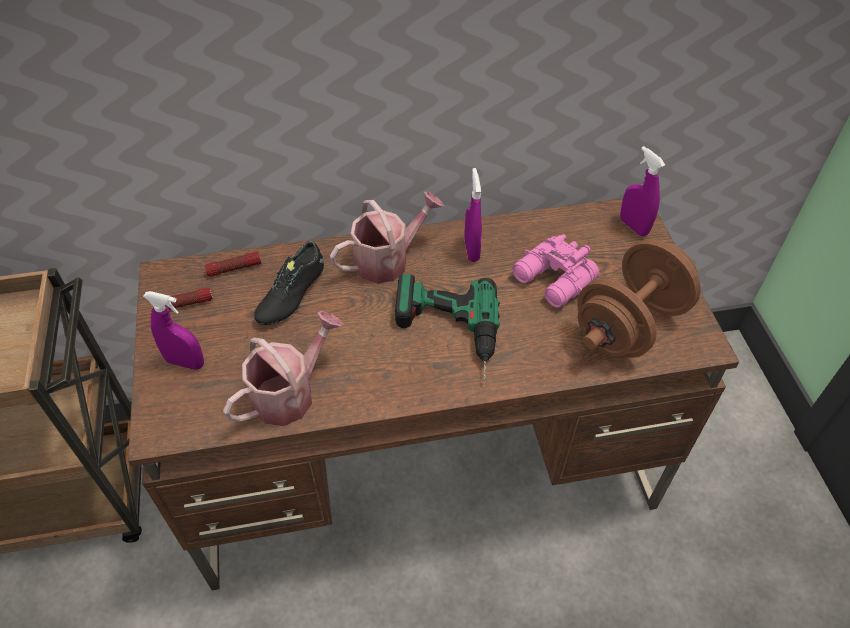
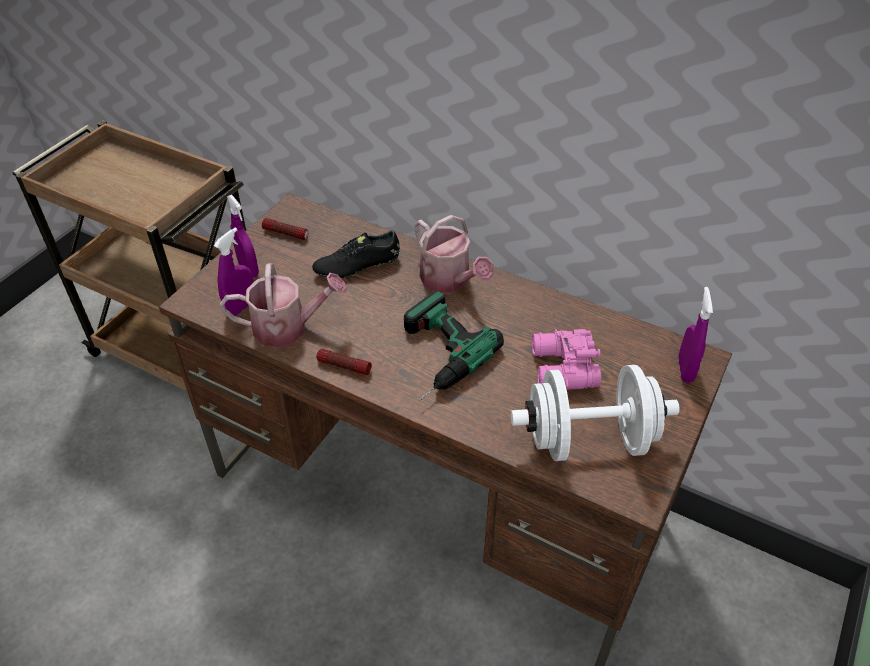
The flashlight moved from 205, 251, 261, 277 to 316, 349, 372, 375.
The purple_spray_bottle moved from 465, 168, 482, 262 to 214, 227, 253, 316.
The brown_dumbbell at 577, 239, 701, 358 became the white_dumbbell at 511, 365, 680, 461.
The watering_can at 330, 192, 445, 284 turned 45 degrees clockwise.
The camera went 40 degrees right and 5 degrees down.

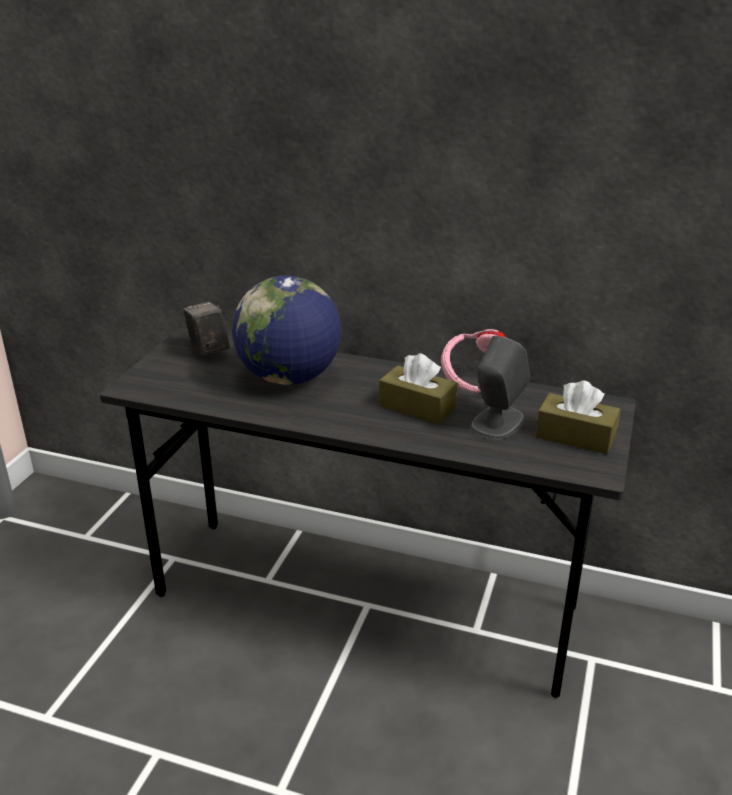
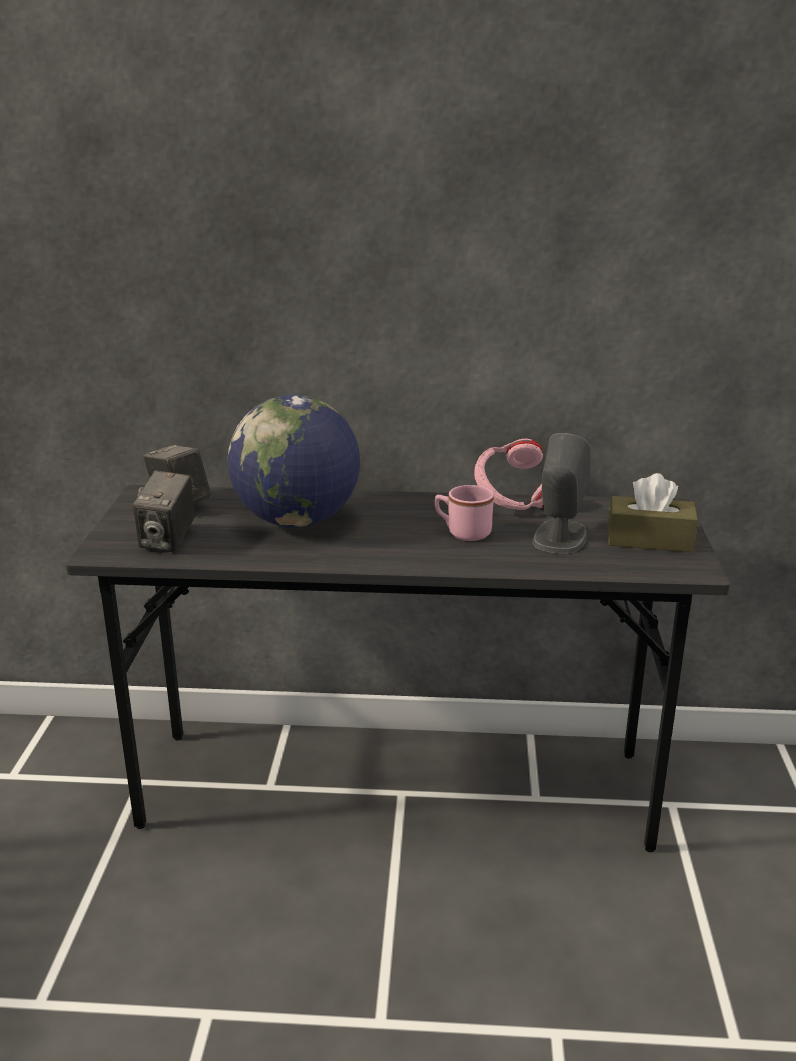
The photo_camera at 133, 470, 195, 552 appeared.
The brown_tissue_box at 379, 353, 457, 424 was replaced by the pink_mug at 435, 485, 494, 541.
The camera went 15 degrees left and 5 degrees down.

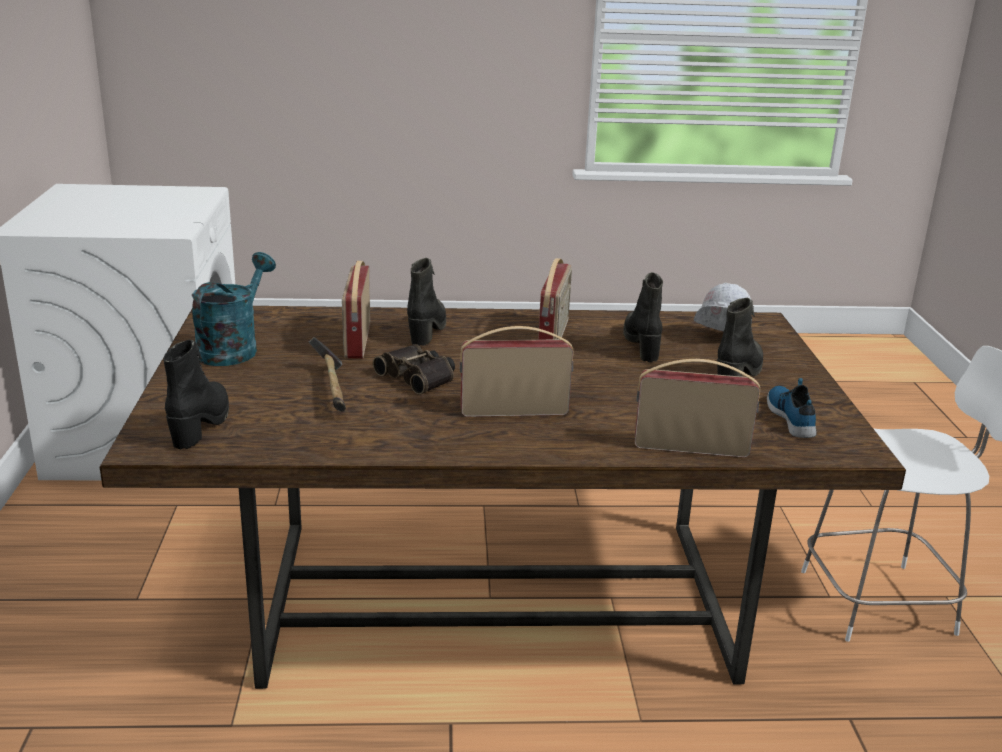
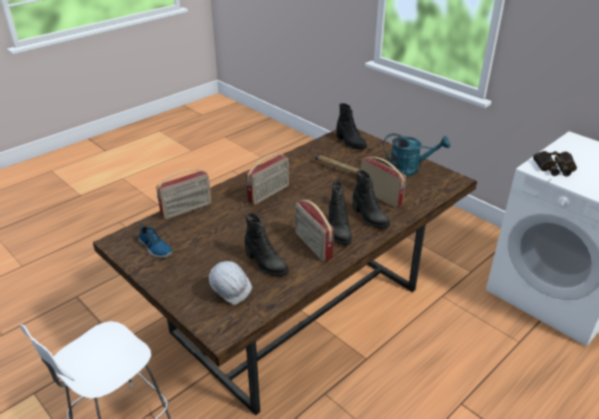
The binoculars moved from 373, 344, 455, 394 to 533, 151, 577, 176.
The black_boot moved from 717, 298, 763, 377 to 329, 181, 352, 245.
The turquoise_watering_can at 191, 252, 276, 366 turned 60 degrees counterclockwise.
The camera went 140 degrees right and 10 degrees up.

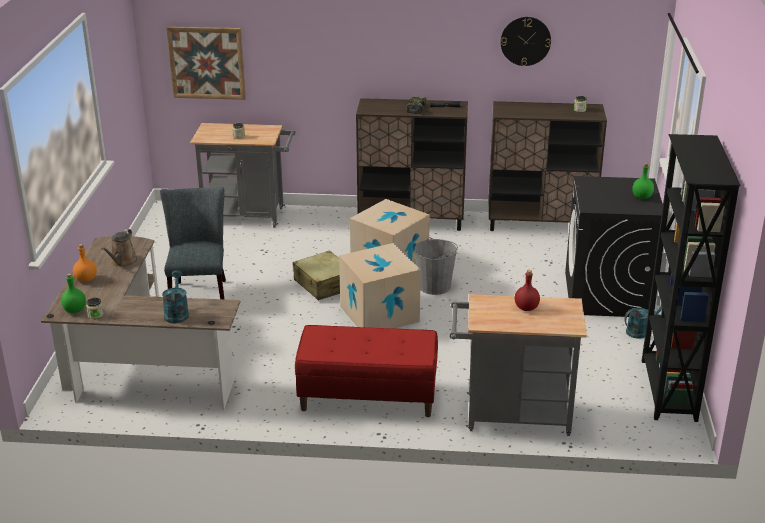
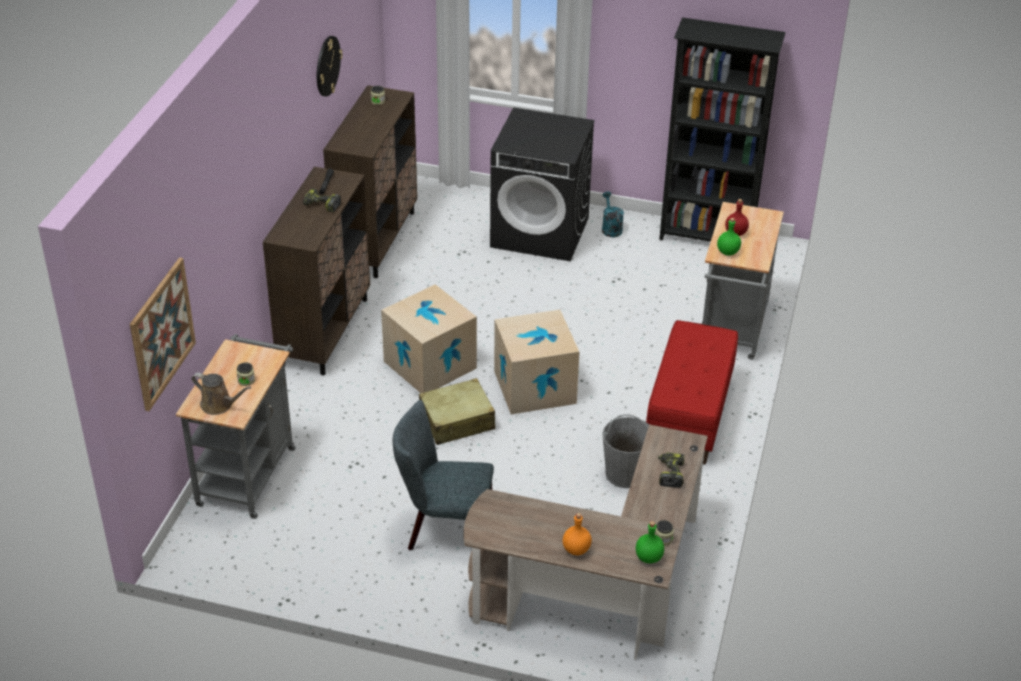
The brown_watering_can moved from 101, 229, 138, 267 to 192, 373, 251, 415.
The grey_bucket moved from 414, 237, 458, 295 to 602, 414, 649, 488.
The green_bottle moved from 632, 163, 654, 199 to 717, 218, 741, 256.
The turquoise_watering_can at 162, 271, 189, 324 was replaced by the power_drill at 658, 452, 684, 488.
The camera went 80 degrees left and 10 degrees up.

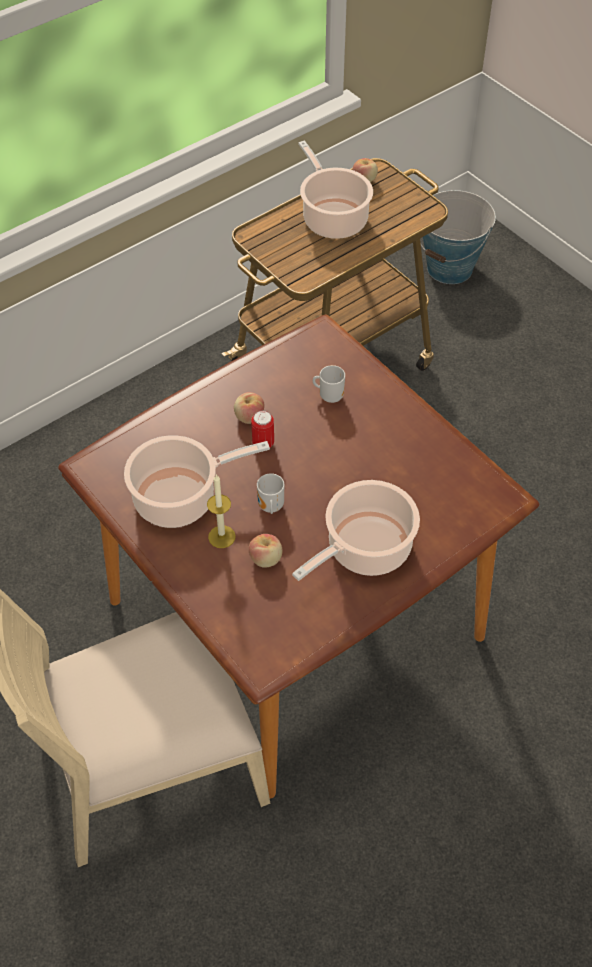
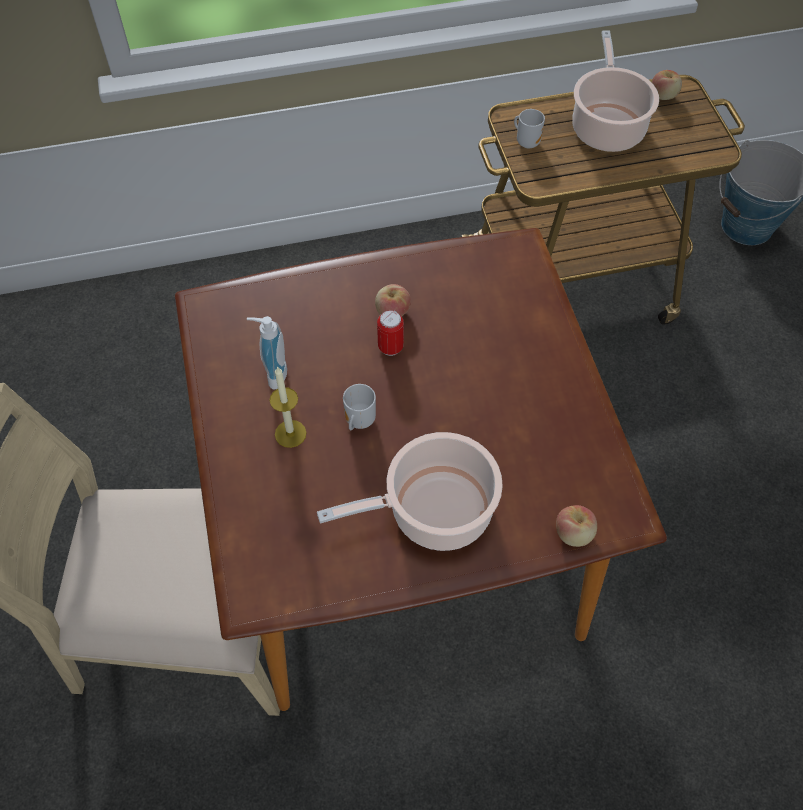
The apple moved from 249, 534, 283, 568 to 556, 505, 597, 547.
The mug moved from 313, 365, 345, 403 to 514, 109, 545, 149.
The cooking_pot at 124, 435, 270, 528 was replaced by the soap_dispenser at 247, 316, 287, 390.
The camera went 25 degrees right and 5 degrees up.

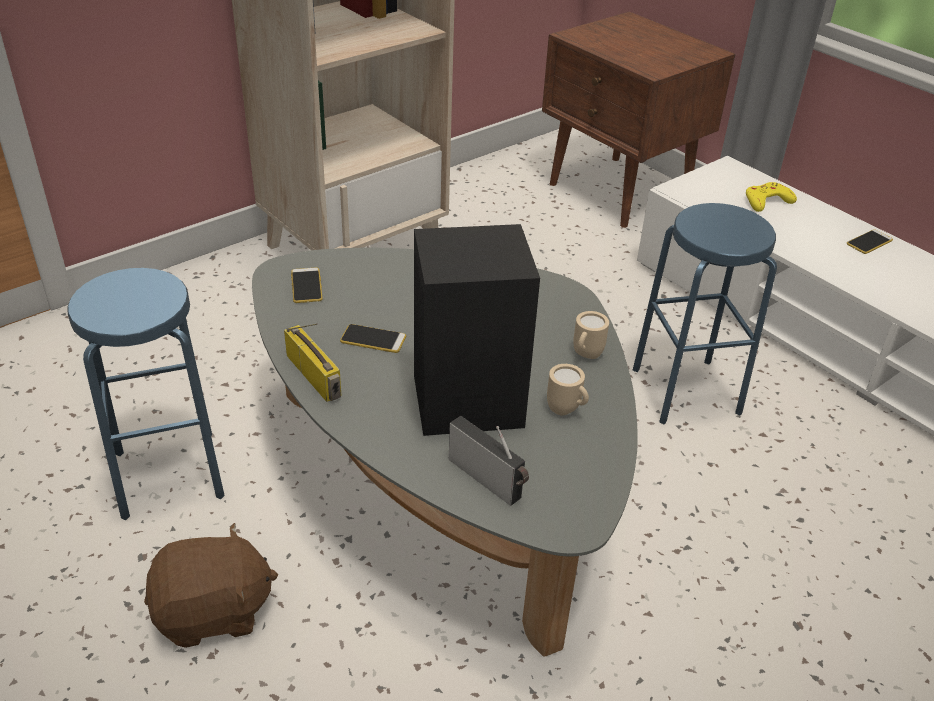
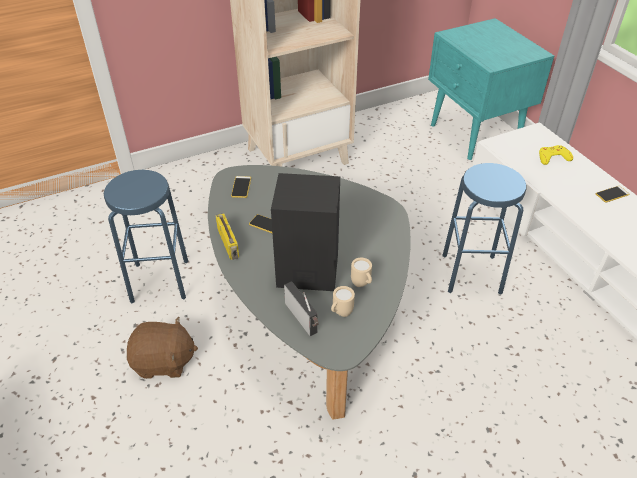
The beige_mug moved from 573, 311, 609, 359 to 331, 286, 355, 317.
The brown_nightstand at 542, 11, 735, 228 became the turquoise_nightstand at 428, 18, 554, 160.
The camera went 15 degrees right and 5 degrees up.

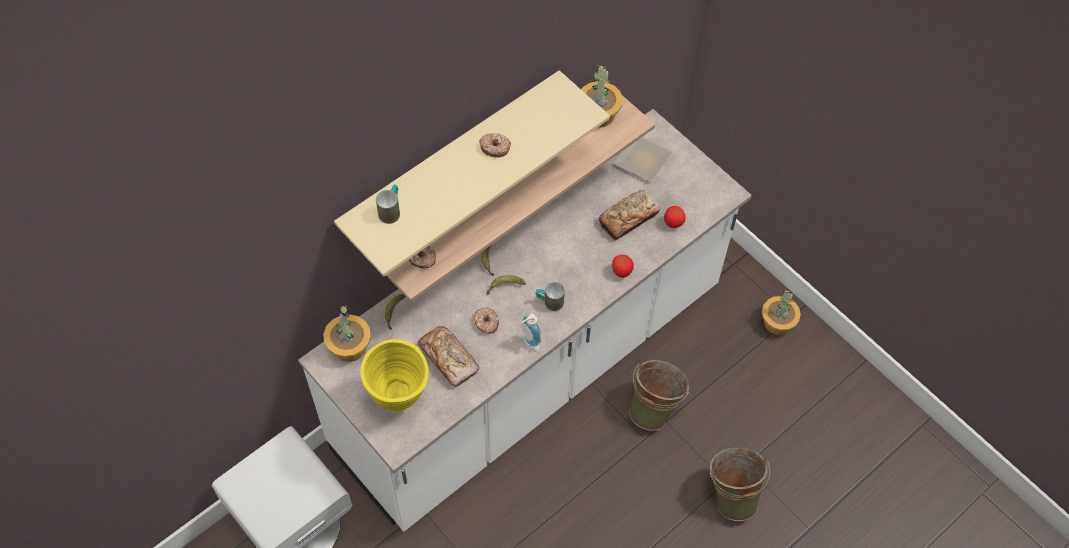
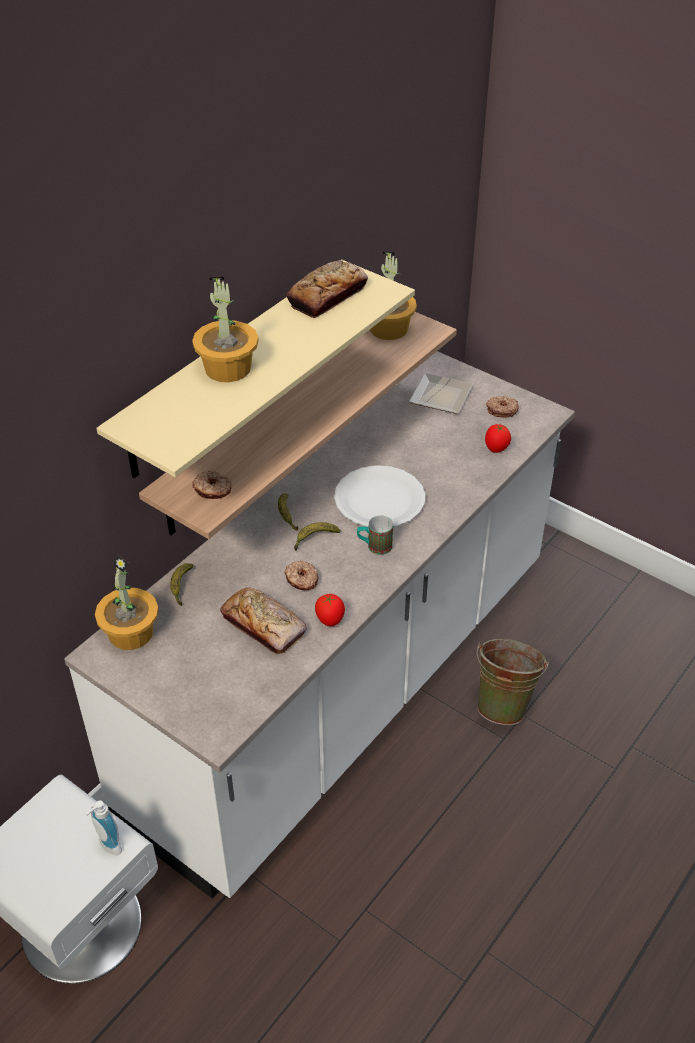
The yellow_vase at 360, 339, 429, 412 disappeared.
The mug at 376, 184, 400, 224 disappeared.
The green_bucket at 710, 447, 770, 521 disappeared.
The white_plate at 334, 465, 425, 527 appeared.
The donut moved from 479, 133, 511, 158 to 486, 396, 519, 417.
The soap_dispenser moved from 522, 314, 541, 352 to 86, 801, 122, 855.
The bread moved from 598, 190, 661, 241 to 287, 260, 368, 318.
The tomato moved from 612, 255, 634, 278 to 315, 594, 345, 626.
The potted_plant moved from 762, 290, 801, 335 to 192, 277, 259, 382.
The camera went 10 degrees left and 15 degrees down.

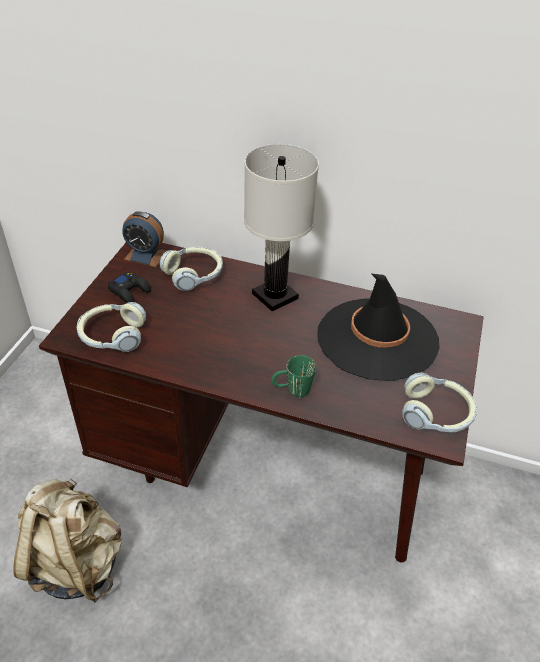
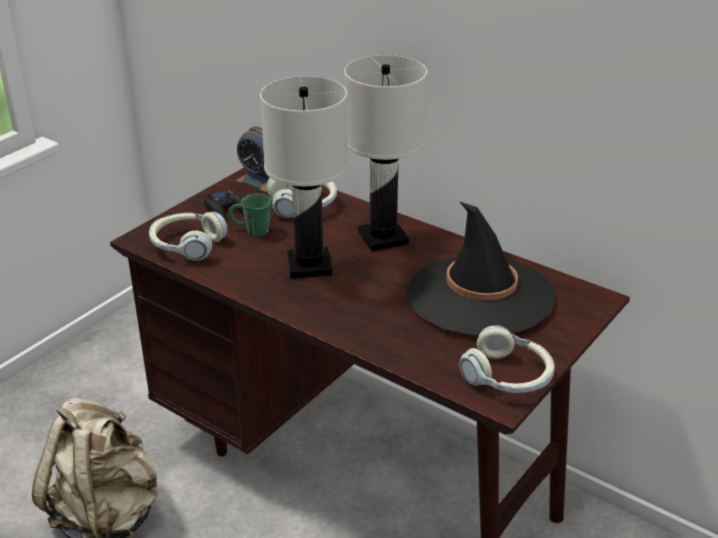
The white_table_lamp at 260, 76, 348, 279 appeared.
The green_mug moved from 271, 355, 316, 397 to 228, 194, 271, 237.
The camera went 20 degrees right and 10 degrees down.

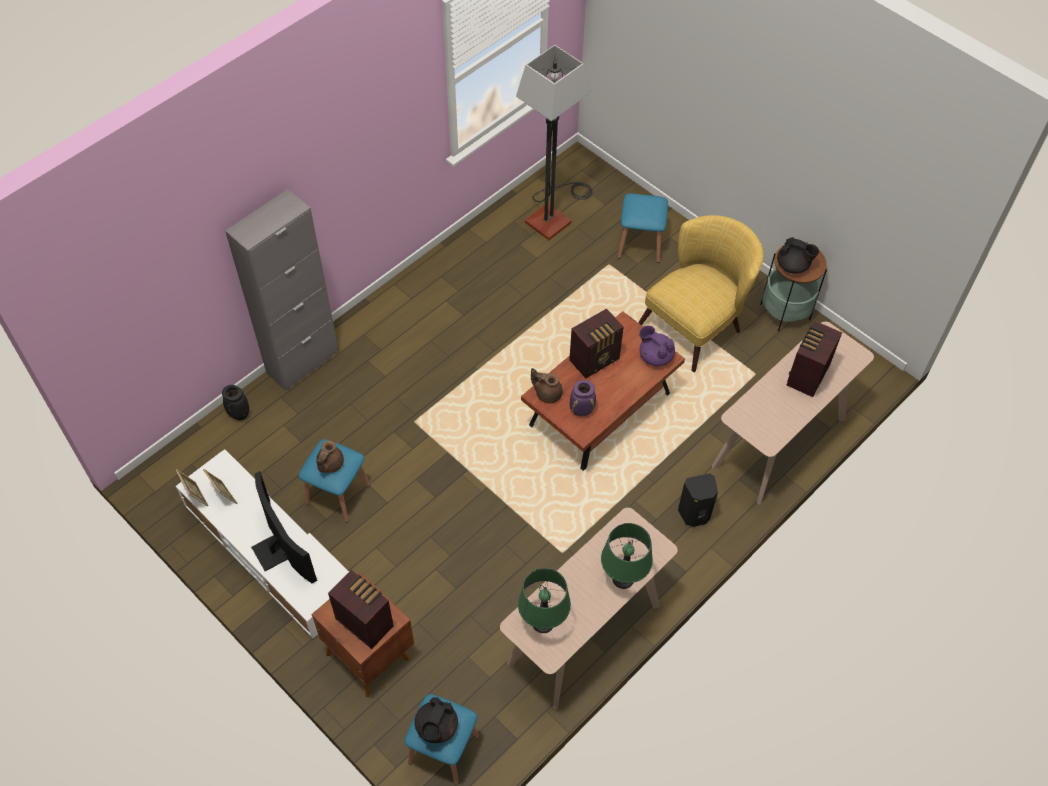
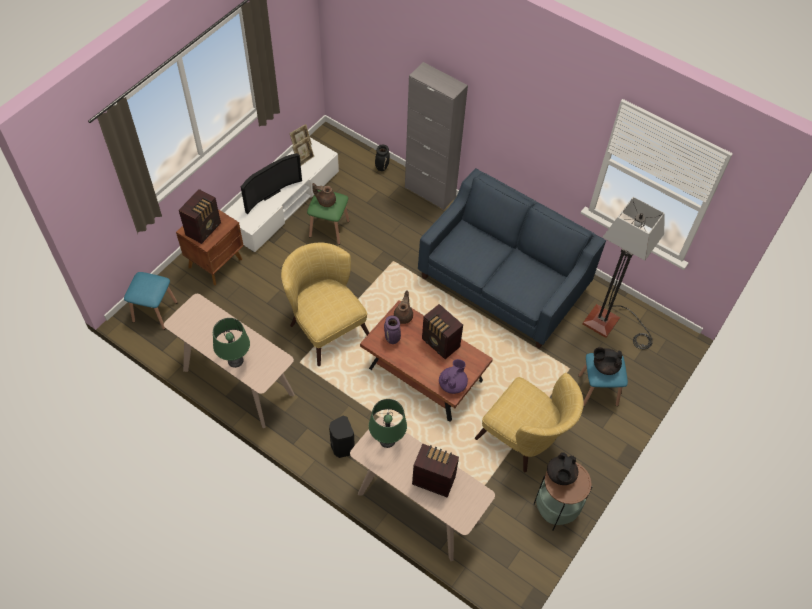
The yellow_armchair at 281, 242, 369, 366 appeared.
The blue_sofa at 418, 168, 606, 349 appeared.
The black_teapot moved from 414, 697, 458, 743 to 593, 347, 622, 375.
The green_table_lamp moved from 518, 568, 571, 633 to 369, 399, 407, 448.
The blue_stool at 299, 439, 370, 523 became the green_stool at 307, 190, 350, 245.
The camera went 80 degrees right and 0 degrees up.

